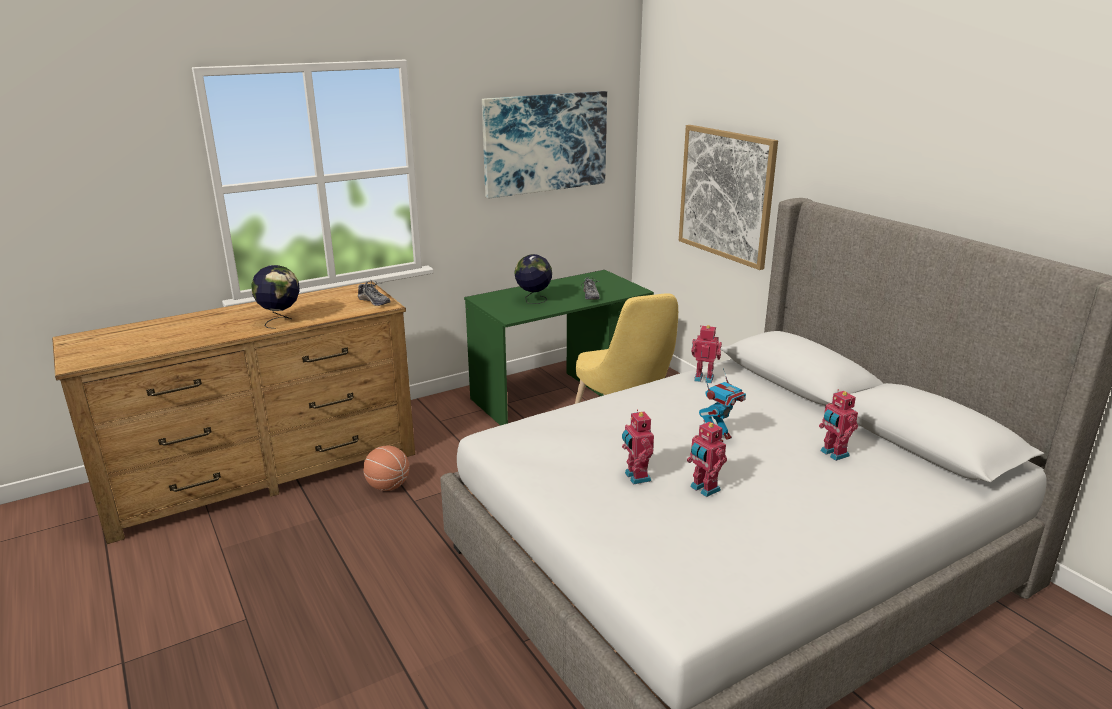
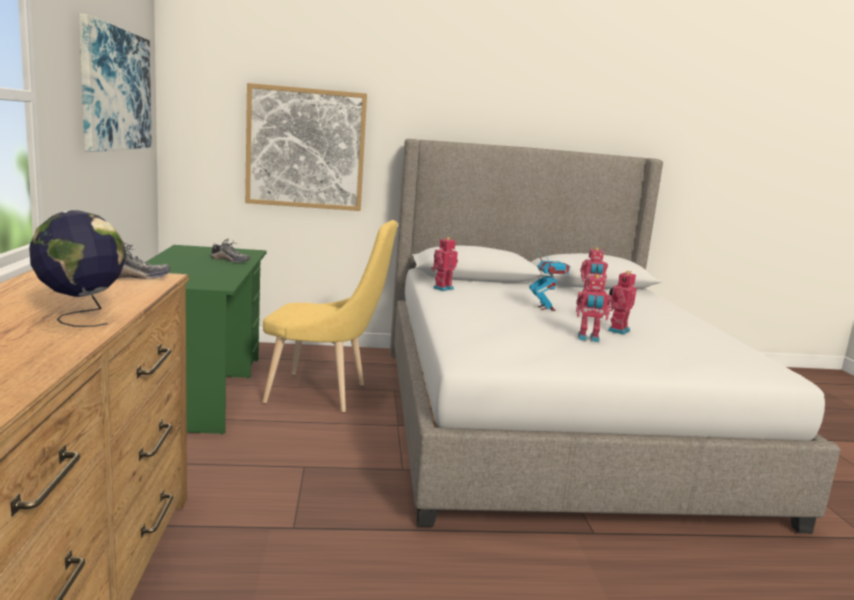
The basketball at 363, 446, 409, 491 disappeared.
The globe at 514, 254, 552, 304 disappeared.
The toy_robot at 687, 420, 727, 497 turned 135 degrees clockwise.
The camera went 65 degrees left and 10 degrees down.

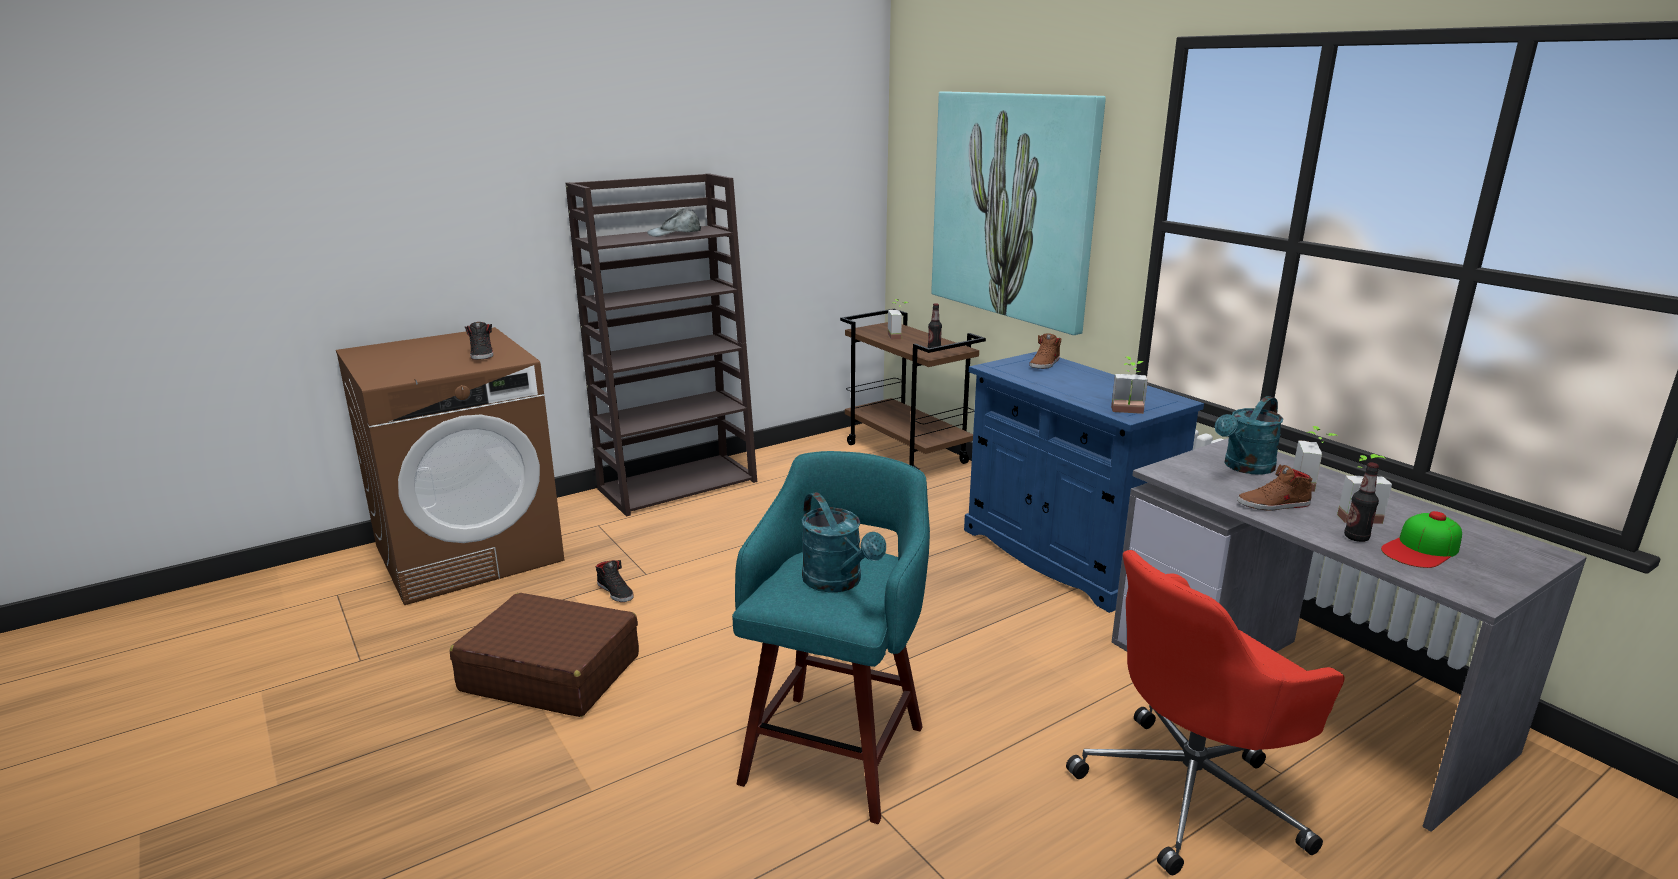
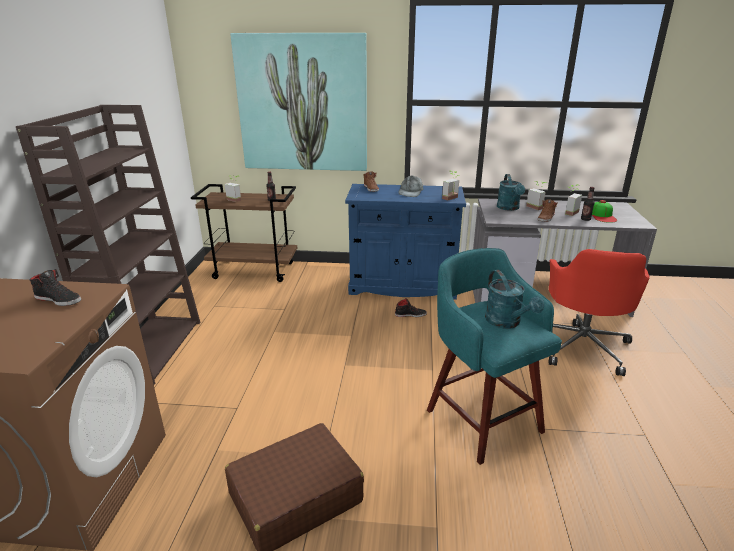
The black_shoe moved from 596, 560, 634, 602 to 395, 298, 427, 317.
The grey_cap moved from 647, 208, 701, 237 to 398, 175, 423, 197.
The turquoise_watering_can at 802, 492, 886, 593 turned 60 degrees clockwise.
The camera went 50 degrees left and 5 degrees up.

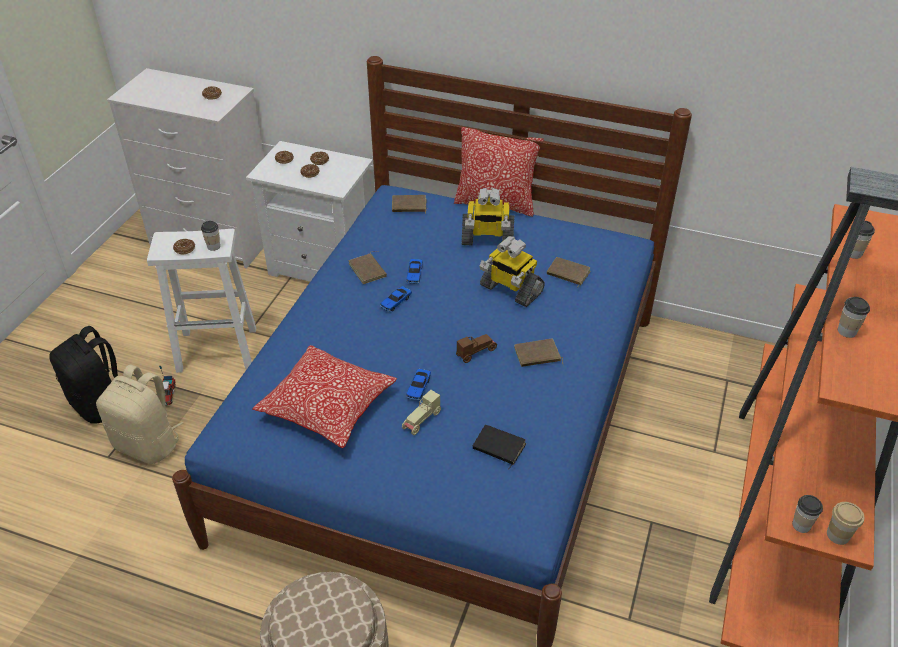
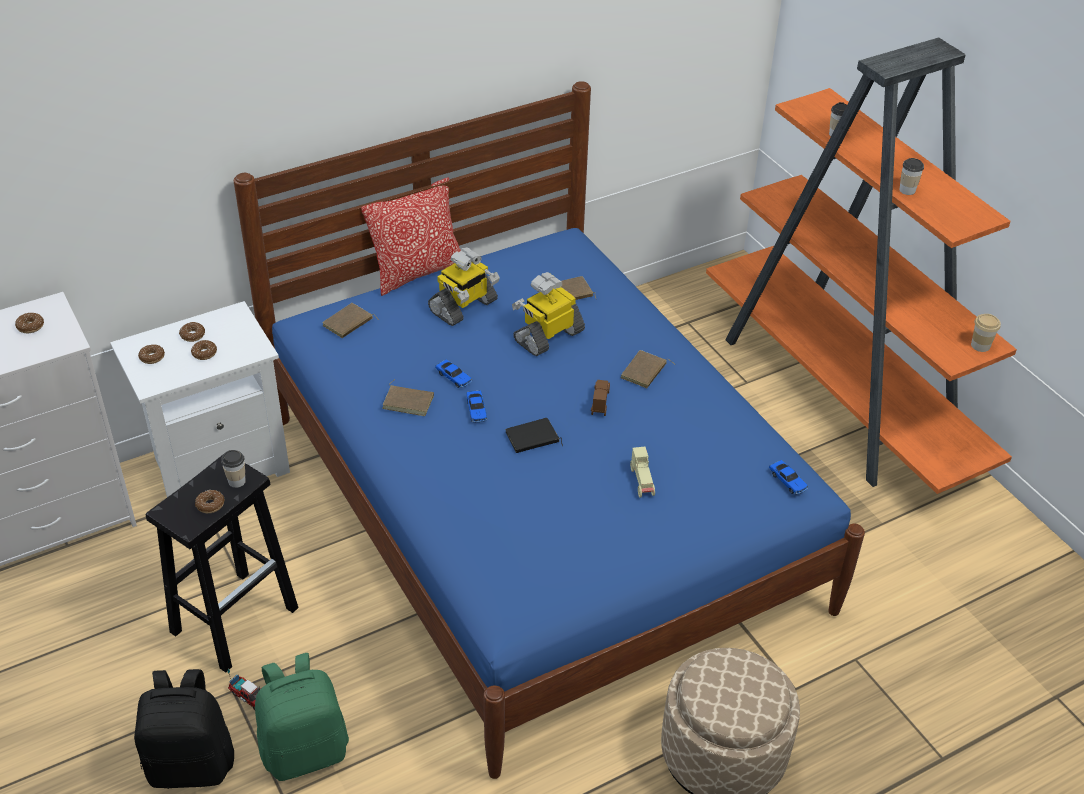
The pillow at 252, 345, 397, 448 disappeared.
The cup at 792, 495, 823, 533 disappeared.
The toy_car moved from 406, 368, 431, 400 to 769, 460, 808, 494.
The black_book moved from 473, 425, 526, 470 to 505, 418, 563, 453.
The beige_backpack at 96, 364, 183, 464 became the green_backpack at 255, 653, 349, 781.
The white_stool at 147, 229, 256, 373 became the black_stool at 146, 456, 298, 673.
The toy_robot at 479, 236, 545, 307 turned 150 degrees clockwise.
The camera went 50 degrees left and 0 degrees up.

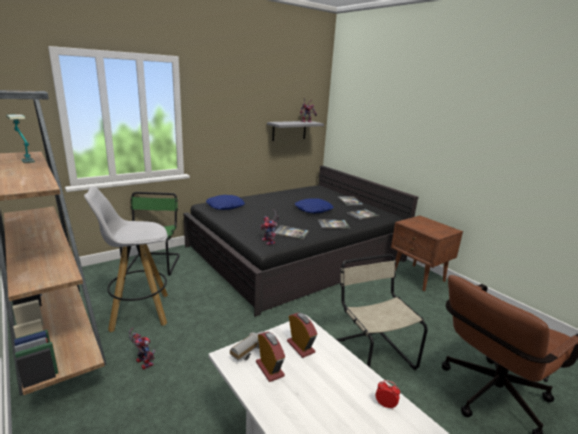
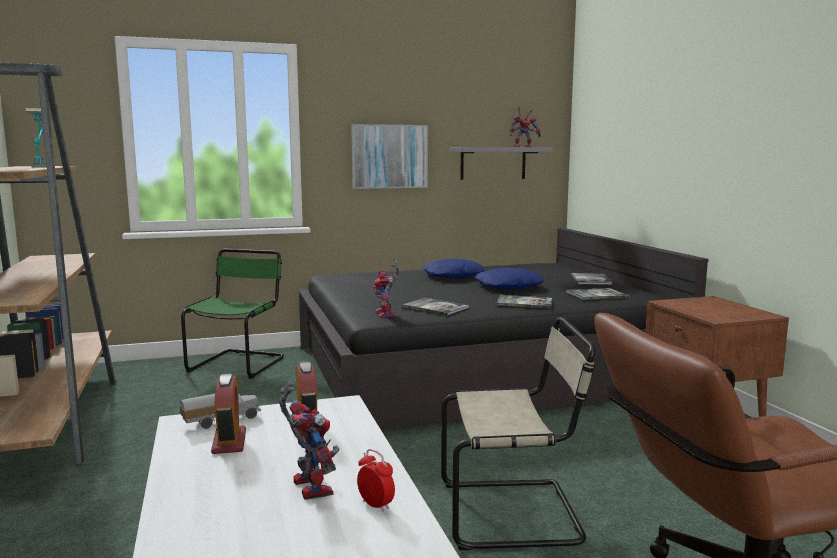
The white_stool at 84, 186, 168, 332 disappeared.
The picture at 351, 124, 428, 189 appeared.
The toy_robot moved from 129, 328, 155, 370 to 279, 382, 339, 500.
The blue_pillow moved from 206, 195, 245, 210 to 423, 259, 485, 279.
The beige_chair at 336, 254, 428, 370 turned 90 degrees clockwise.
The camera went 20 degrees right and 10 degrees down.

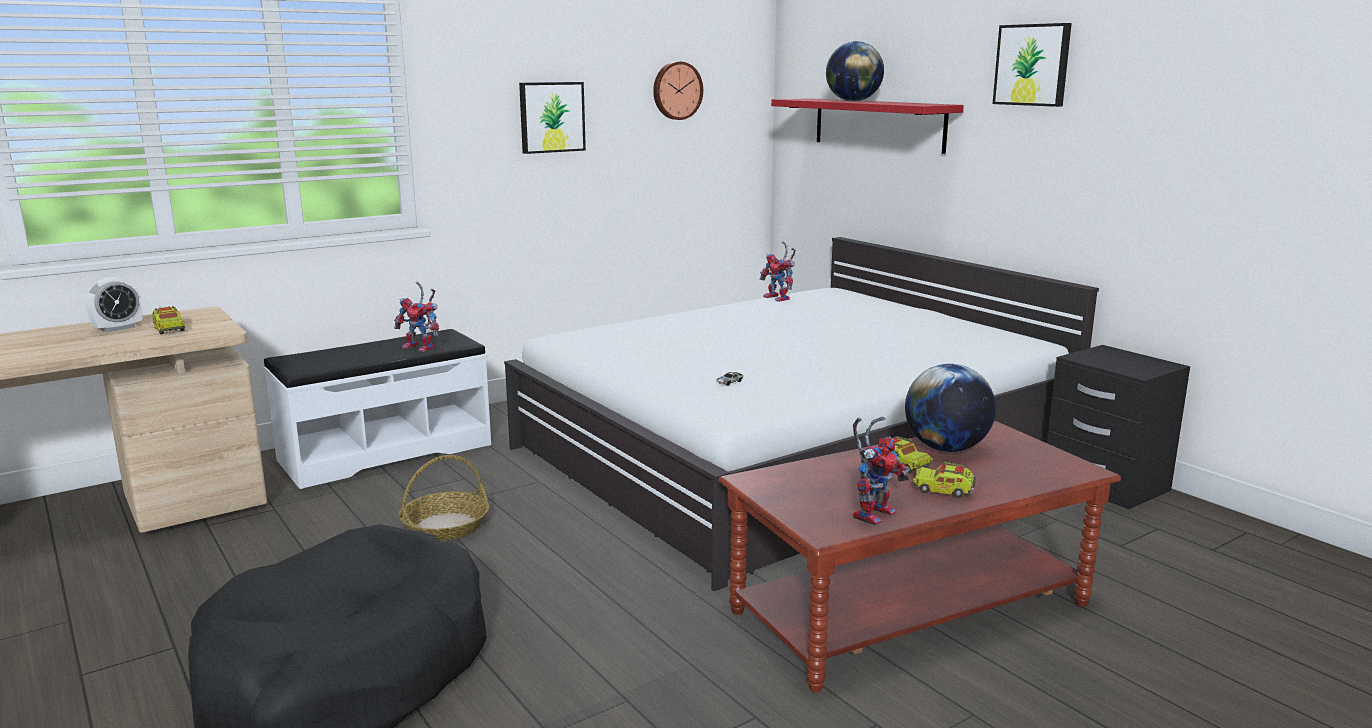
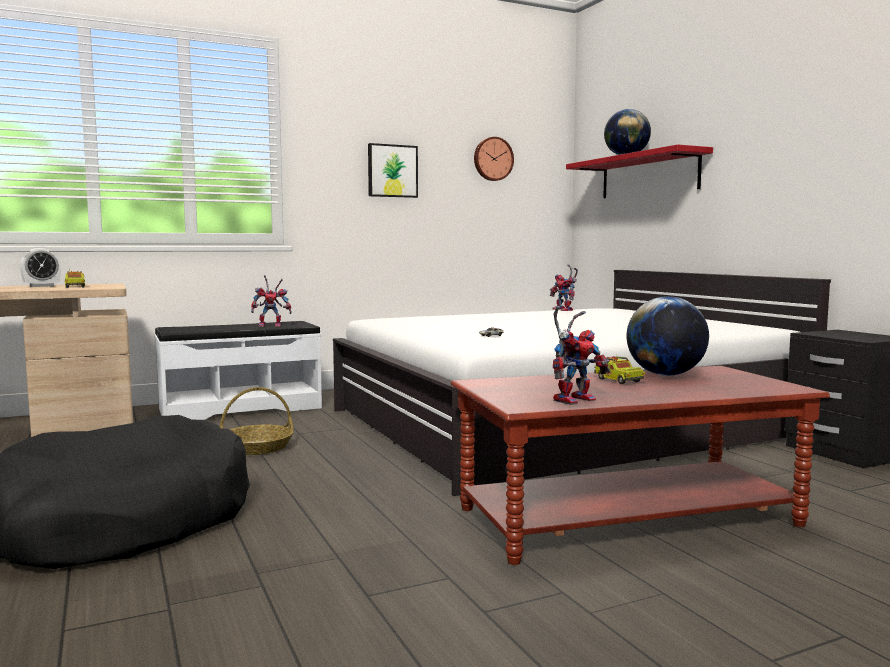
The toy_truck at 913, 458, 976, 498 disappeared.
The picture at 993, 23, 1072, 107 disappeared.
The toy_robot at 394, 281, 439, 352 turned 45 degrees counterclockwise.
The camera went 10 degrees right and 10 degrees down.

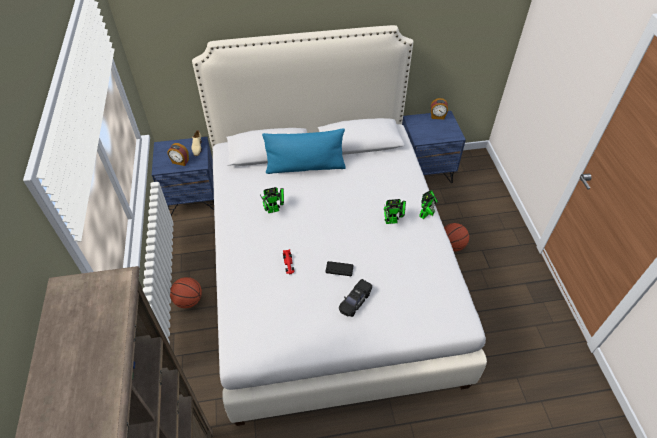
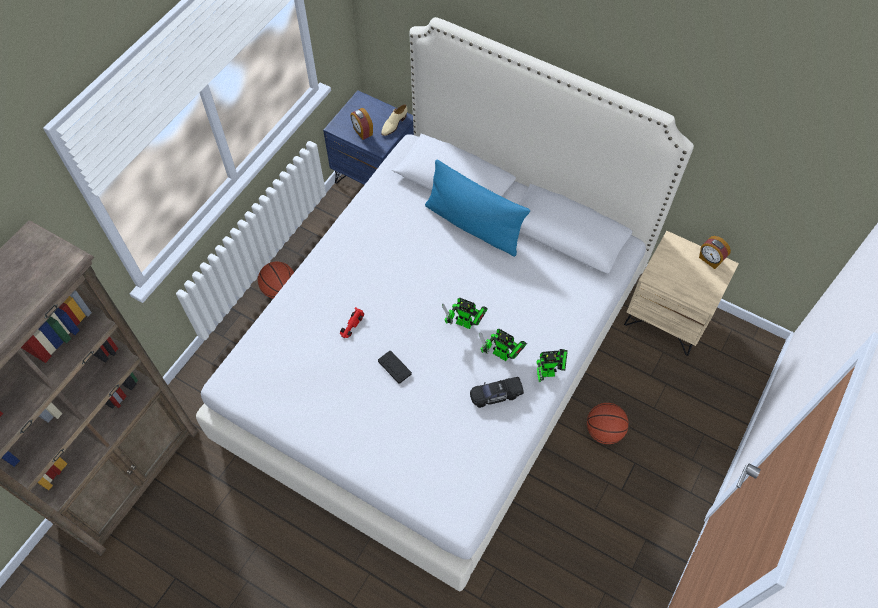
The toy_robot moved from 260, 187, 284, 213 to 442, 298, 488, 329.
The black_toy_car moved from 339, 279, 372, 317 to 470, 377, 524, 408.
The blue_nightstand at 402, 111, 466, 183 became the beige_nightstand at 624, 231, 739, 356.
The camera went 40 degrees right and 10 degrees up.

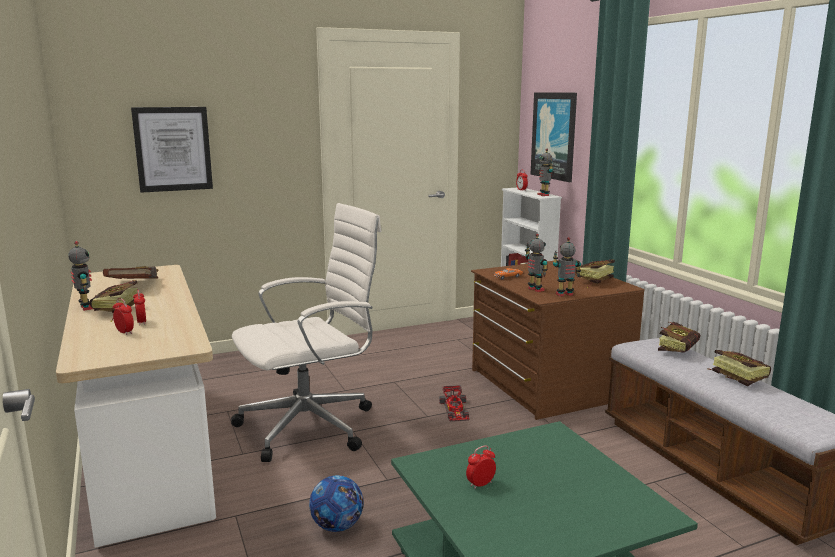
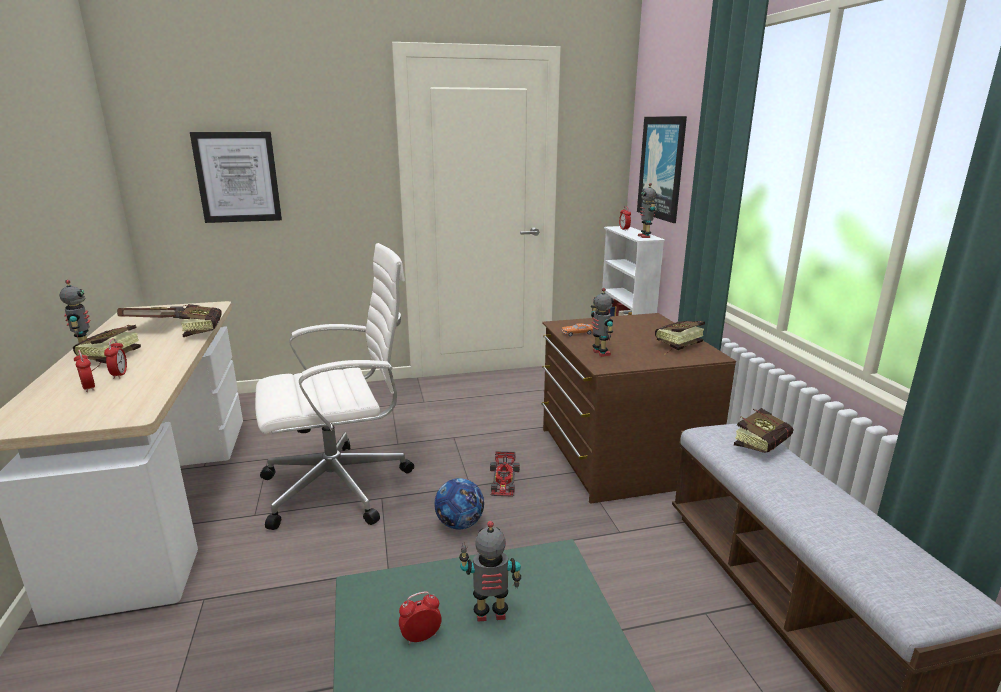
The football moved from 309, 475, 363, 532 to 434, 478, 484, 530.
The toy_robot moved from 553, 237, 581, 297 to 459, 521, 521, 622.
The book moved from 708, 350, 771, 386 to 179, 304, 222, 337.
The camera went 10 degrees right and 5 degrees up.

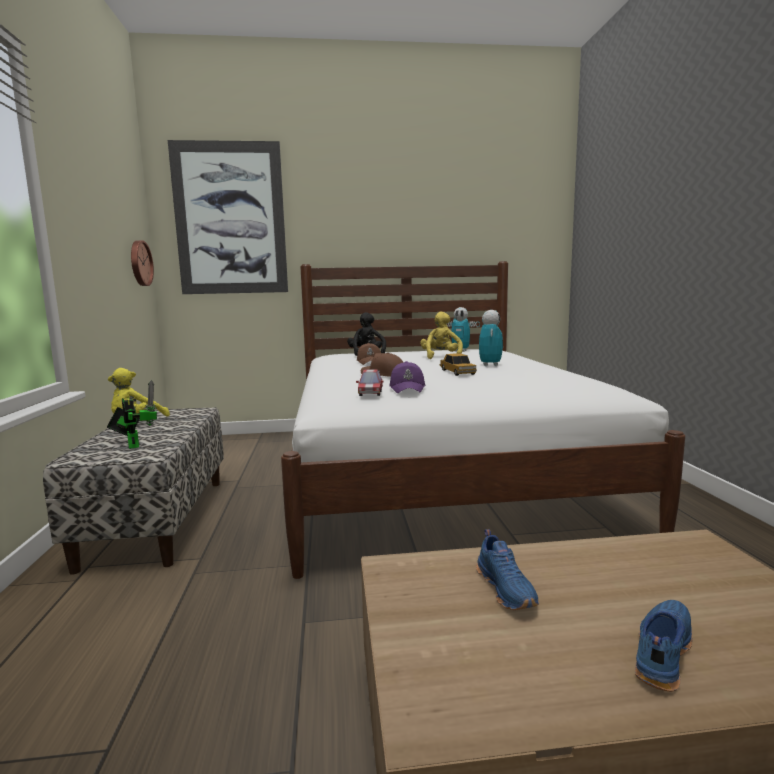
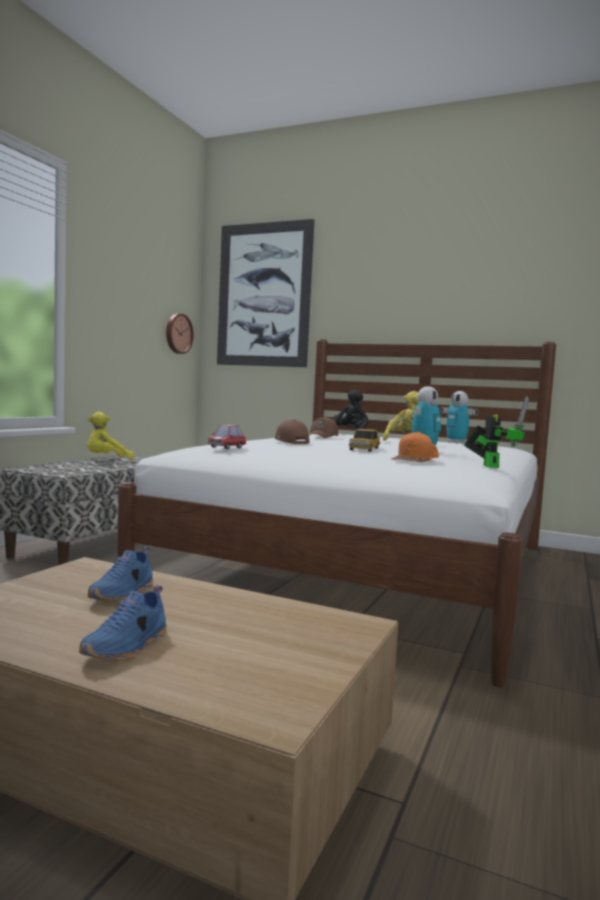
The purple_cap at 389, 361, 425, 393 disappeared.
The orange_cap at 391, 432, 439, 462 appeared.
The toy_robot moved from 107, 380, 157, 449 to 464, 396, 529, 468.
The blue_shoe at 635, 600, 692, 692 turned 135 degrees clockwise.
The camera went 30 degrees right and 5 degrees down.

